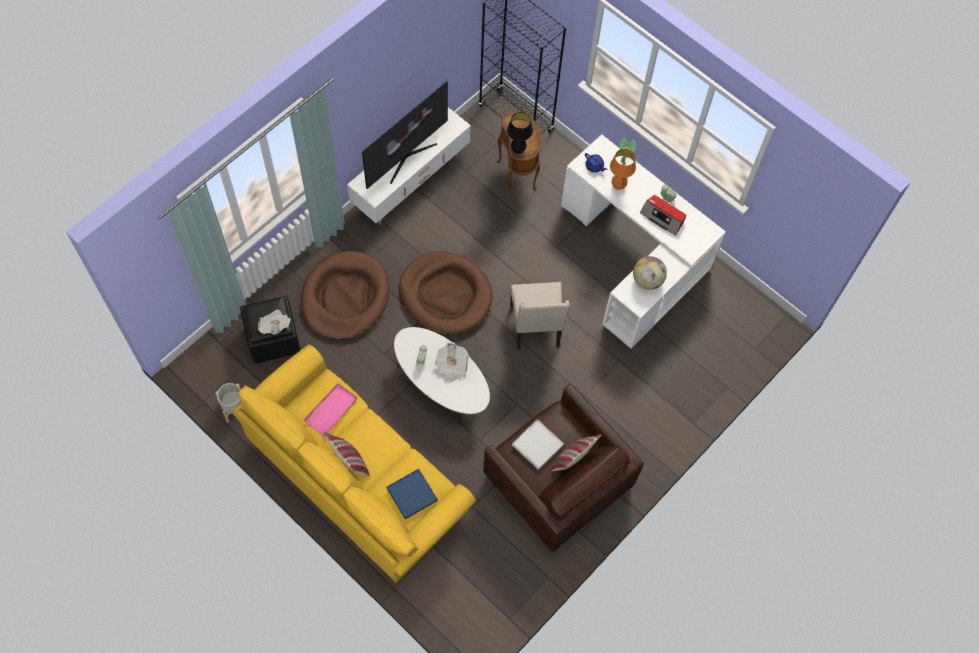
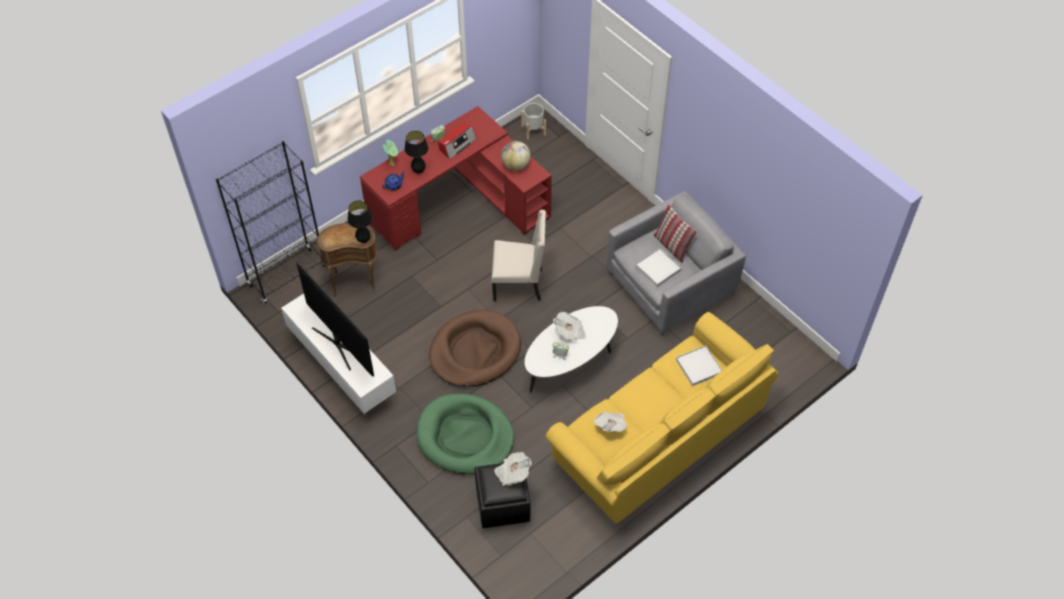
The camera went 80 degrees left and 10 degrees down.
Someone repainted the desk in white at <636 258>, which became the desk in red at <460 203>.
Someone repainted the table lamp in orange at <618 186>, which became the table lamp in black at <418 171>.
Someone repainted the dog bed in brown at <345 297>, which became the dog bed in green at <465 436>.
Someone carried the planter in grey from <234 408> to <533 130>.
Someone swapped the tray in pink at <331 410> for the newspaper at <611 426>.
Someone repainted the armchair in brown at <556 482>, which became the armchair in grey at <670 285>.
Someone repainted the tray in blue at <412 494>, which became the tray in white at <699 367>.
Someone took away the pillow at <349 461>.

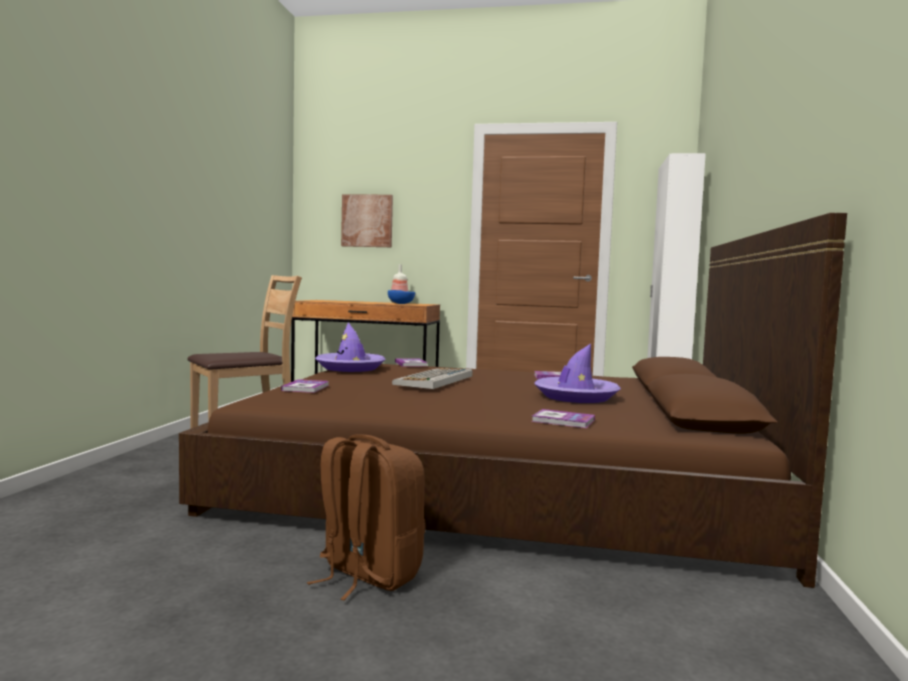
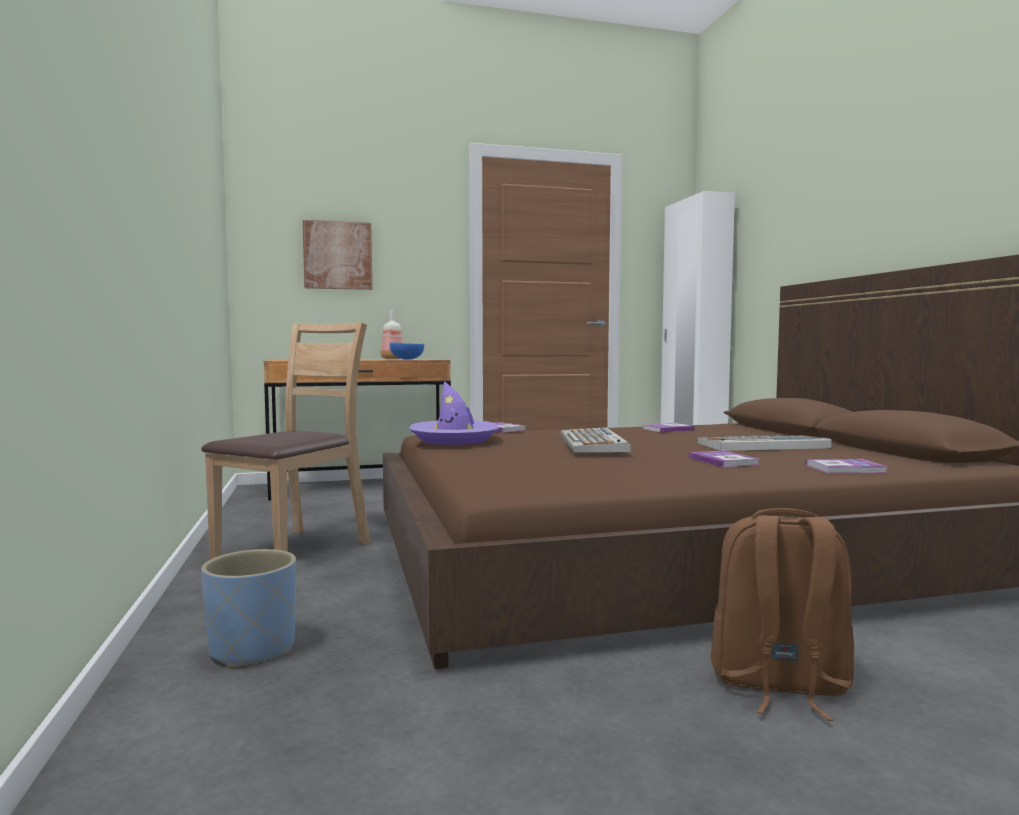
The camera went 25 degrees left and 0 degrees up.
Someone put down the planter in blue at <253 649>.
Someone carried the book from <305 388> to <723 461>.
Someone swapped the hat in purple at <576 397> for the keyboard at <762 445>.

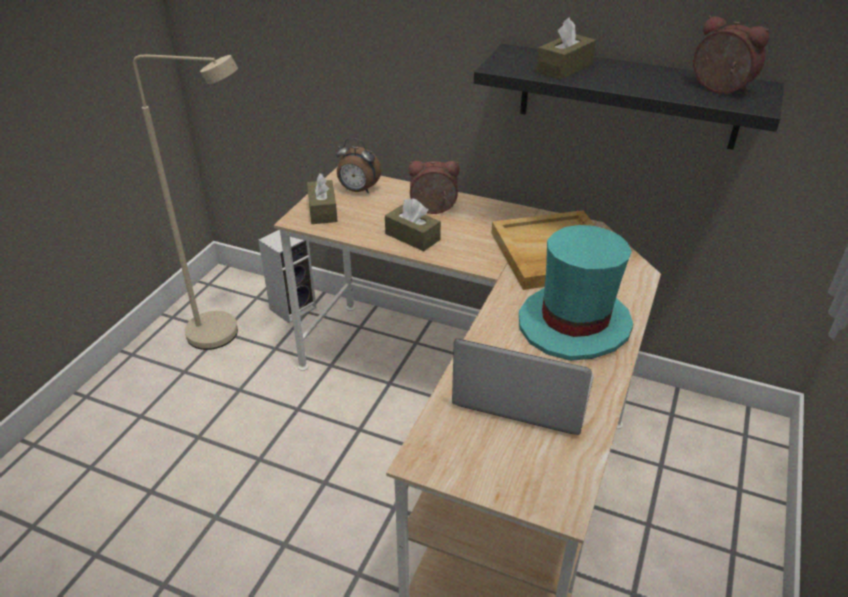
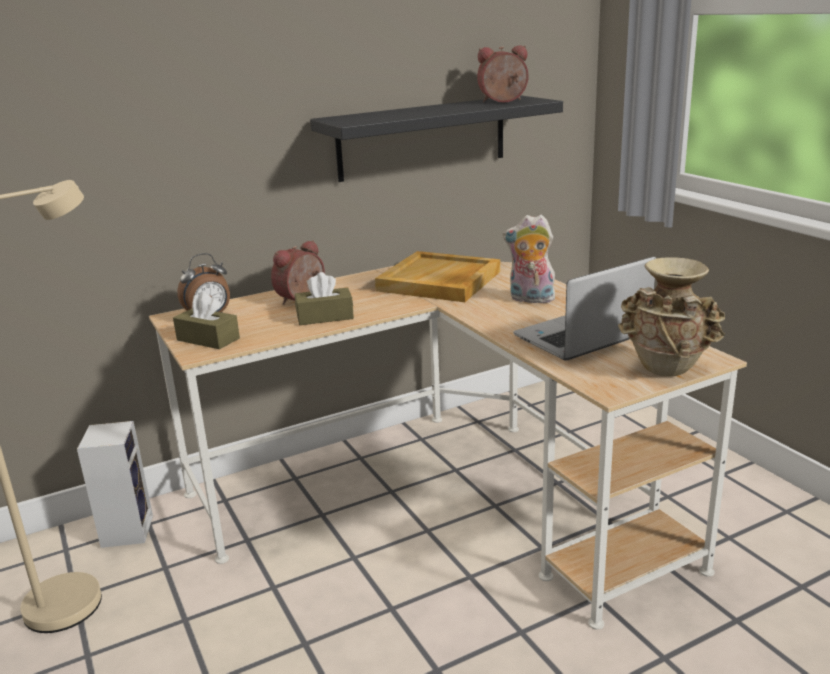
The camera went 50 degrees left and 15 degrees down.
Someone swapped the hat in turquoise at <574 324> for the plush toy at <530 299>.
Someone put down the vase in beige at <666 370>.
Someone took away the tissue box in brown at <564 68>.

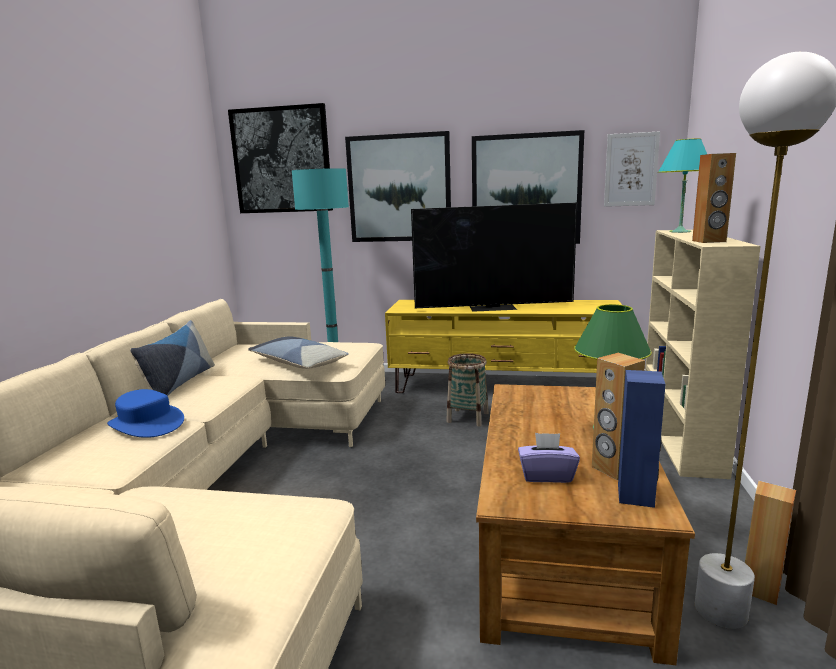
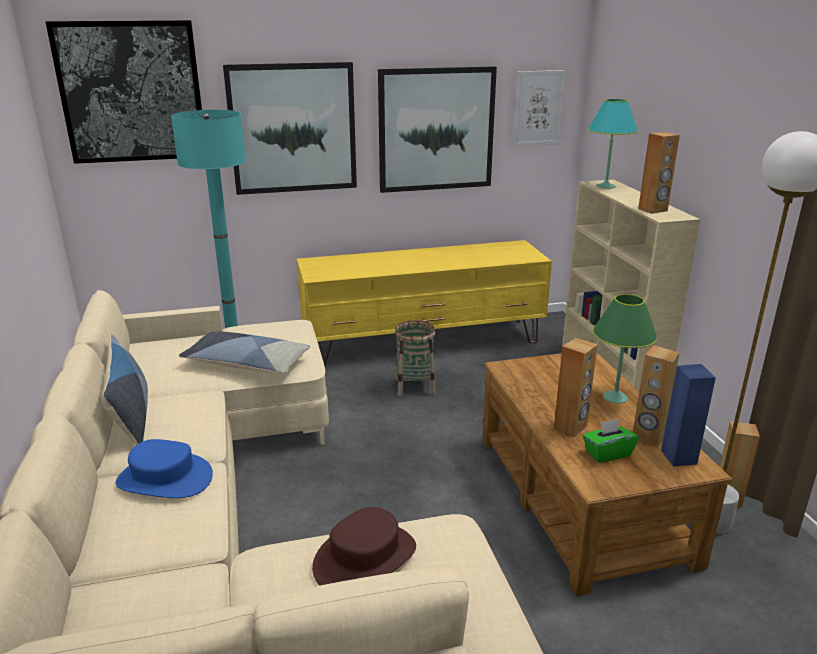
The camera went 25 degrees left and 10 degrees up.
Someone put down the hat in brown at <365 558>.
Someone put down the speaker in brown at <571 427>.
Someone repainted the tissue box in purple at <546 475>, which became the tissue box in green at <607 453>.
Someone took away the television at <493 307>.

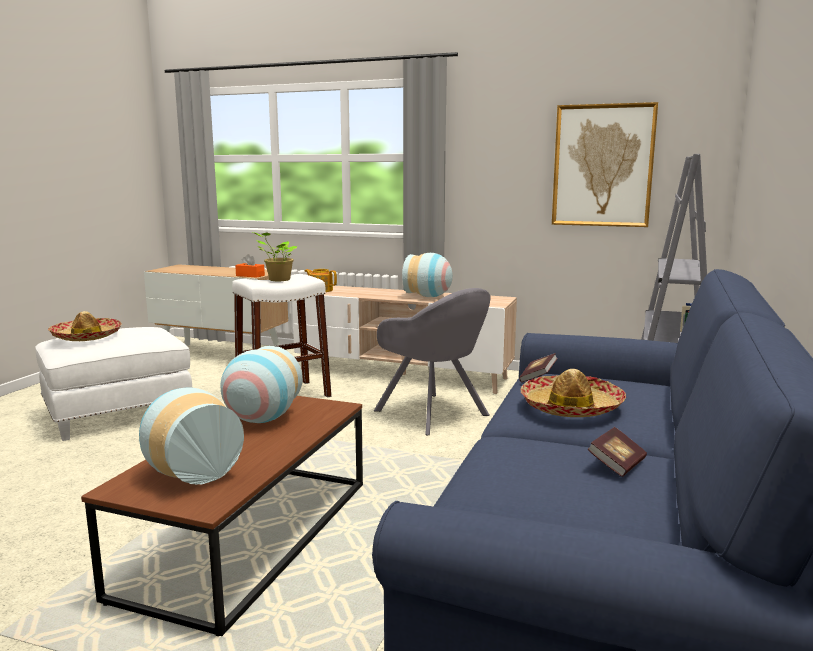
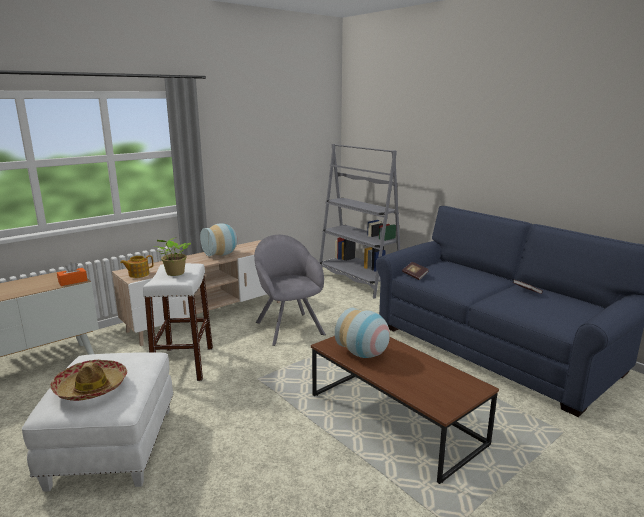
The camera went 60 degrees left and 5 degrees up.
Someone rotated the armchair in grey at <435 414> by 105 degrees counterclockwise.
Someone took away the vase at <190 473>.
Someone took away the hat at <571 407>.
Someone took away the picture at <603 166>.

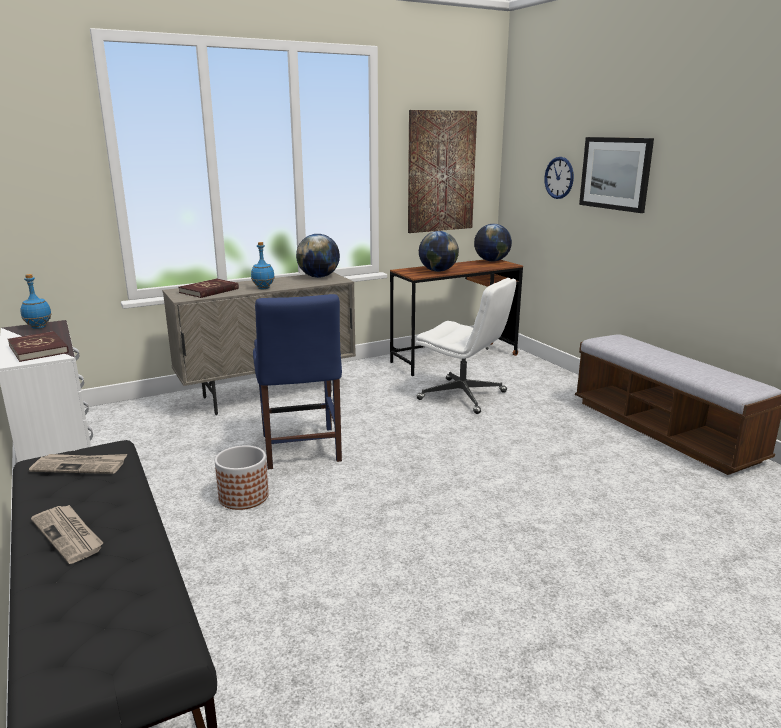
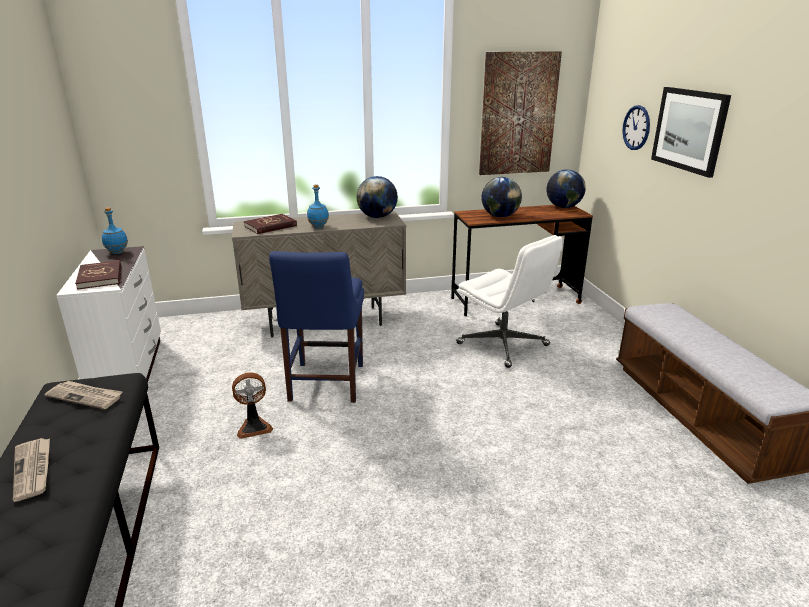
The camera went 15 degrees right and 5 degrees up.
Someone swapped the planter at <244 496> for the fan at <254 427>.

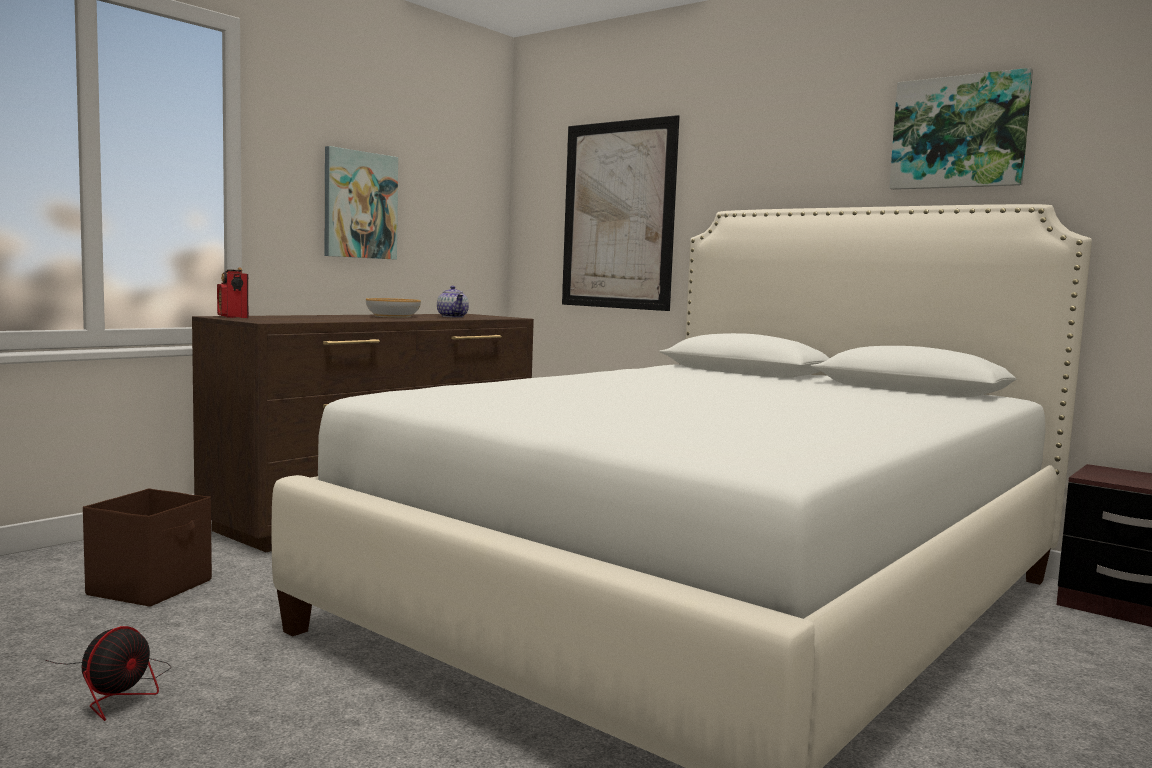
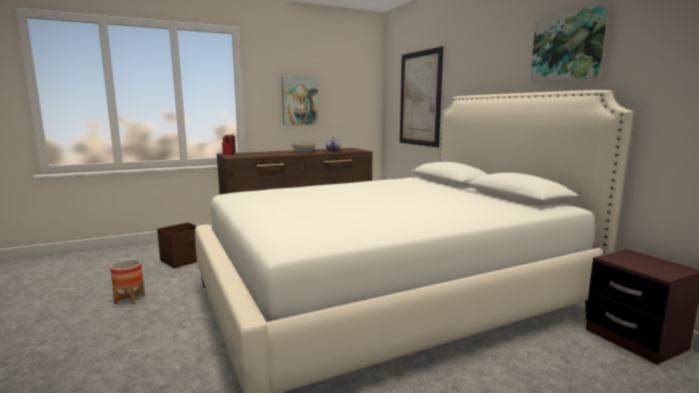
The camera went 25 degrees right and 5 degrees up.
Someone swapped the fan at <118 690> for the planter at <129 299>.

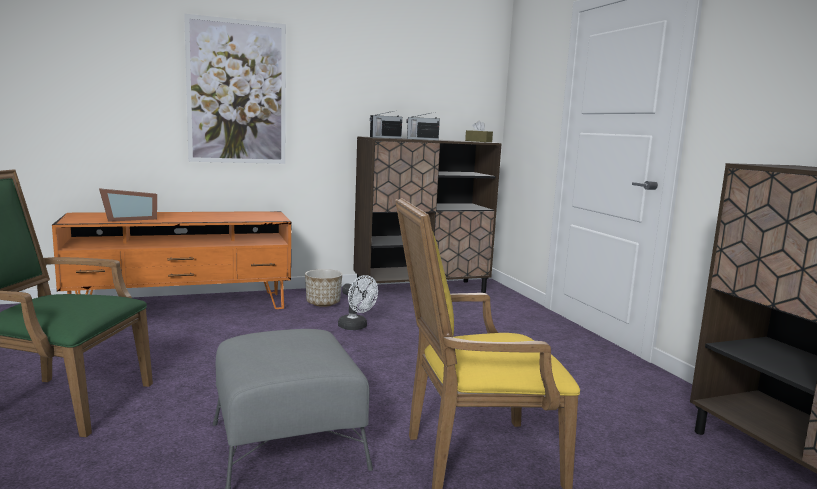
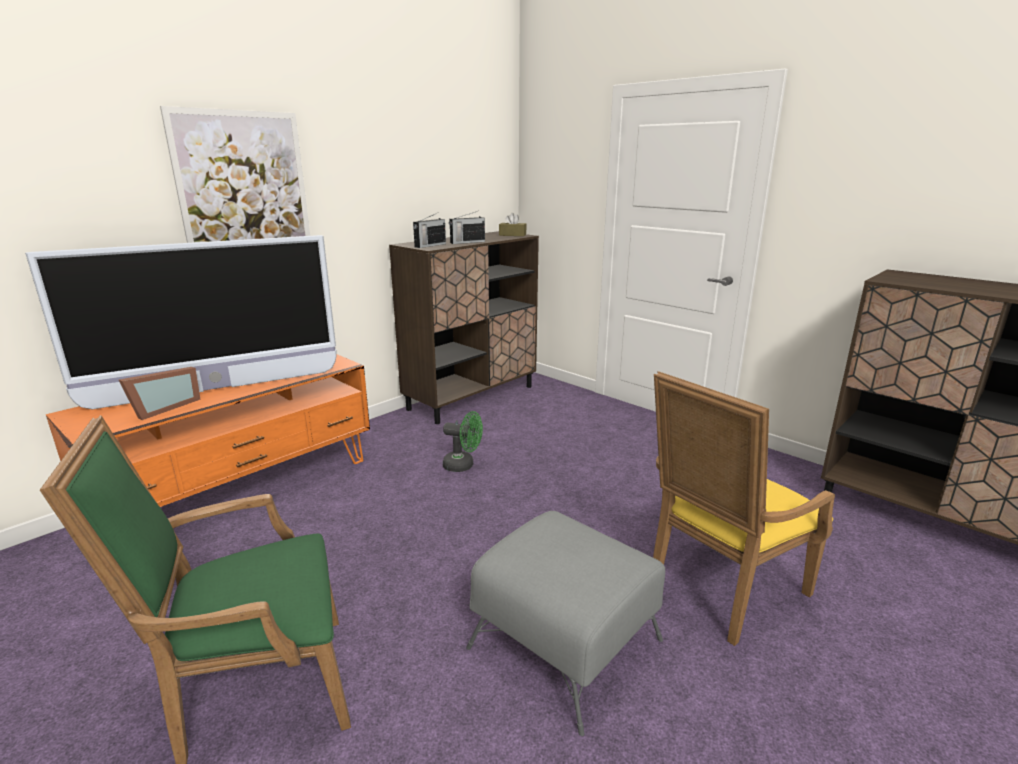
The camera went 25 degrees left and 10 degrees up.
Someone put down the television at <217 389>.
Someone repainted the fan in white at <356 327>, which became the fan in green at <463 465>.
Someone took away the planter at <323 303>.

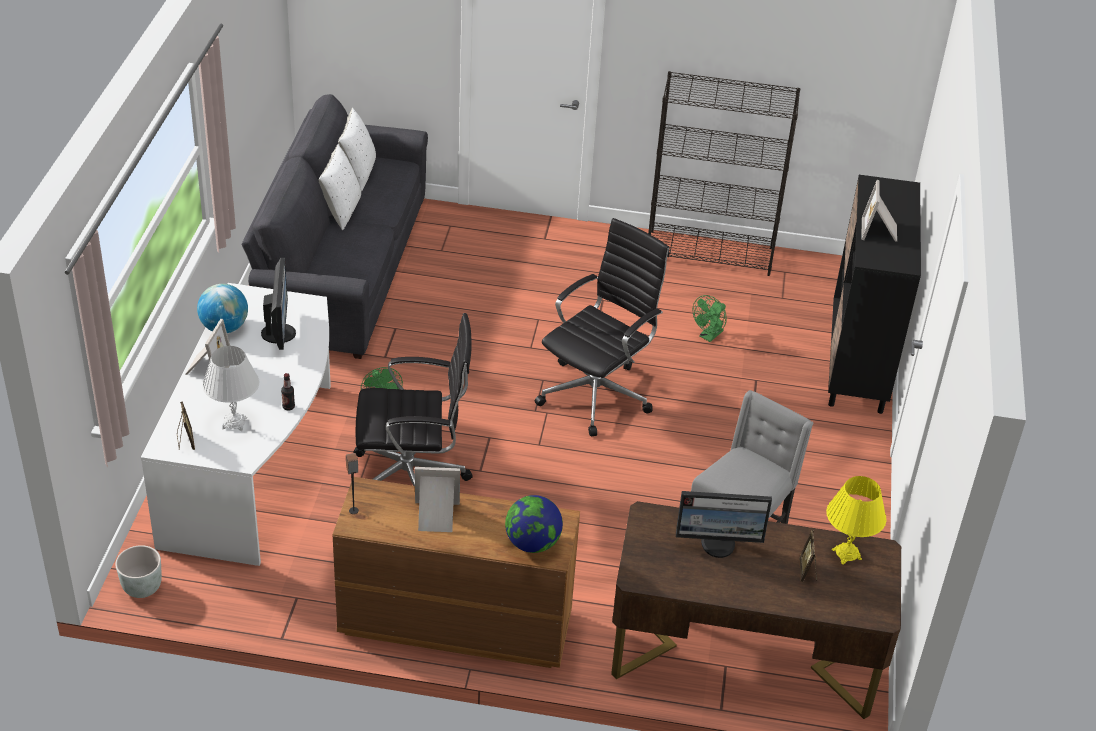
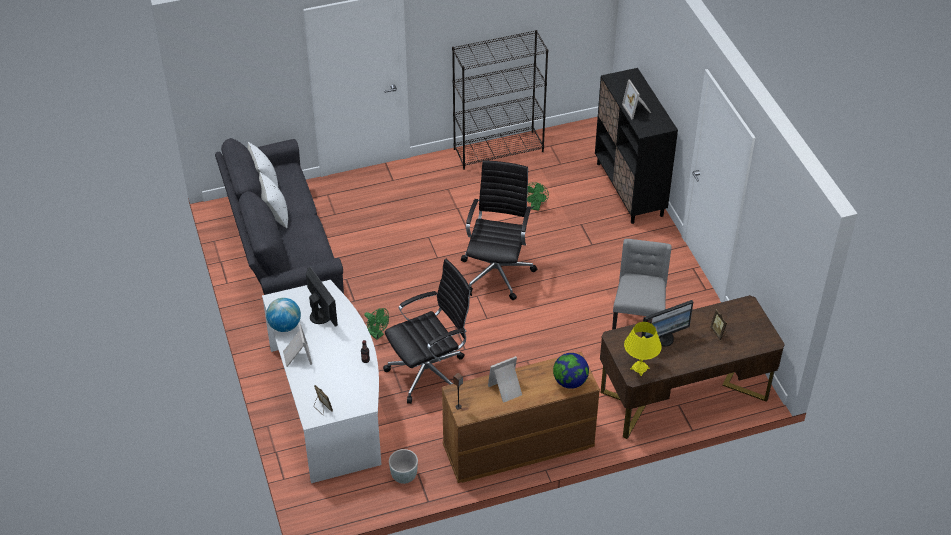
The camera went 25 degrees left and 5 degrees up.
Someone carried the planter in grey from <141 588> to <403 476>.
Someone carried the table lamp in yellow from <846 554> to <640 368>.
Someone took away the table lamp in white at <234 423>.

